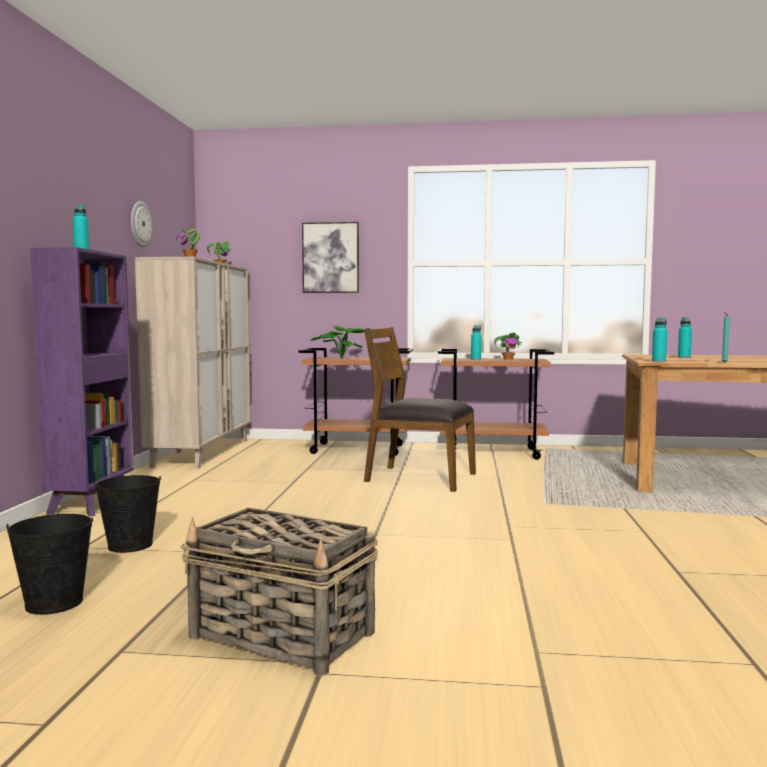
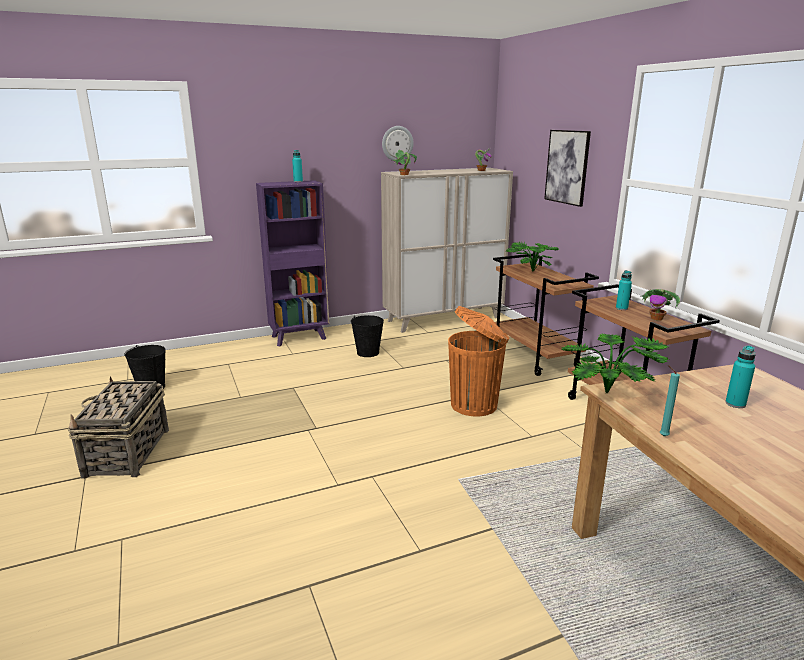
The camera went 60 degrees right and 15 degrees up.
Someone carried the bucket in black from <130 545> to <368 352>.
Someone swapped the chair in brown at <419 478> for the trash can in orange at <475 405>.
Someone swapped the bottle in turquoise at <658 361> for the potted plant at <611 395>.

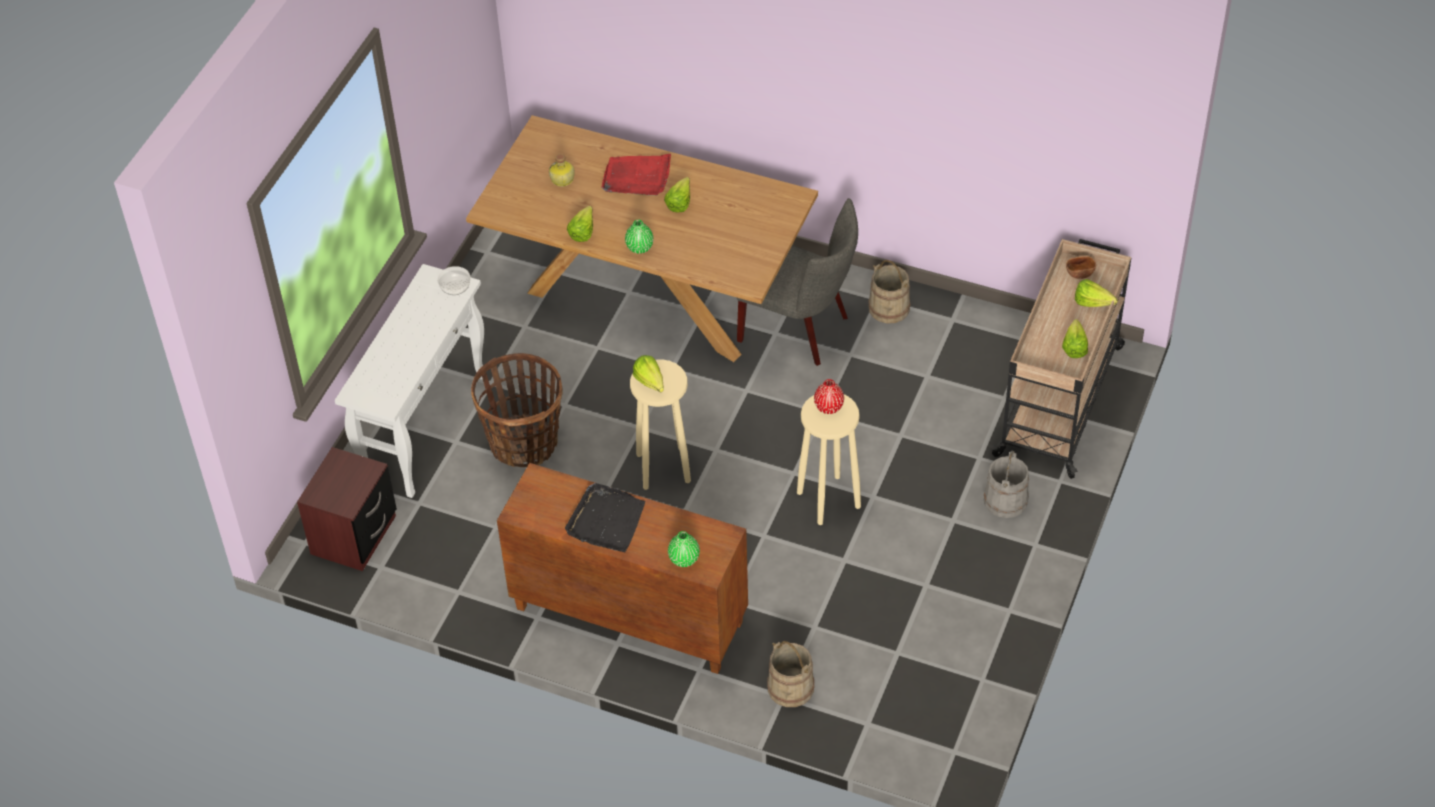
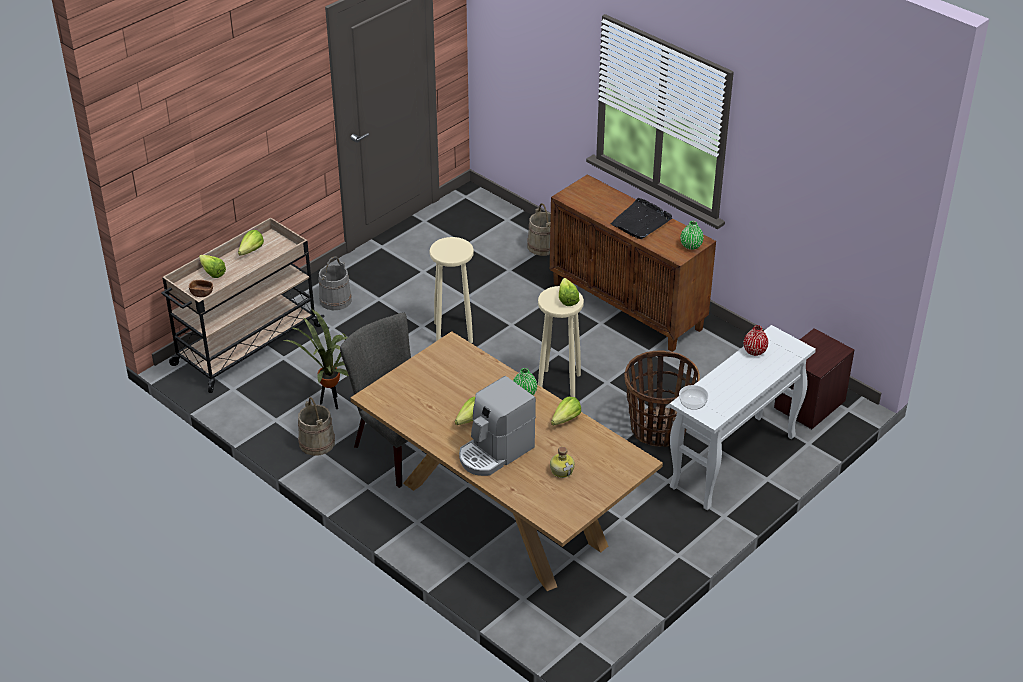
The camera went 160 degrees left and 10 degrees down.
Someone put down the potted plant at <331 404>.
Someone swapped the tray in red at <637 177> for the coffee machine at <495 452>.
Someone carried the vase in green from <684 559> to <691 246>.
Someone carried the vase in red from <828 407> to <754 351>.

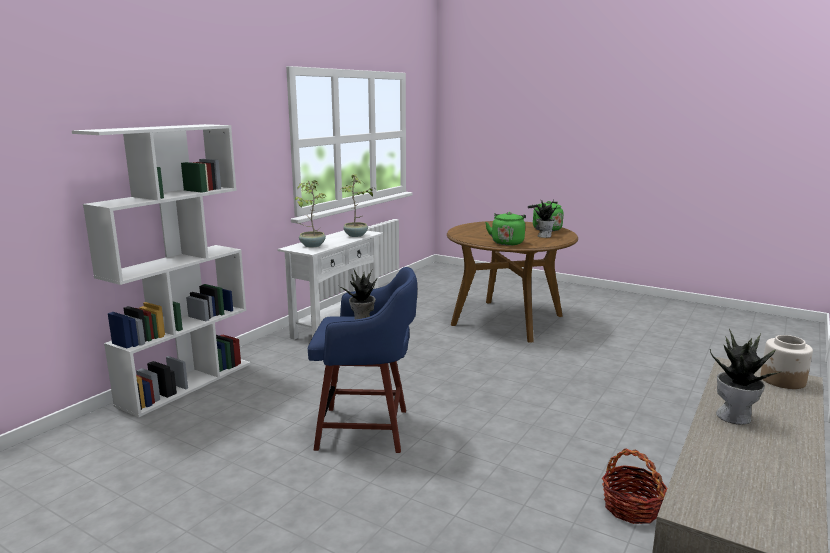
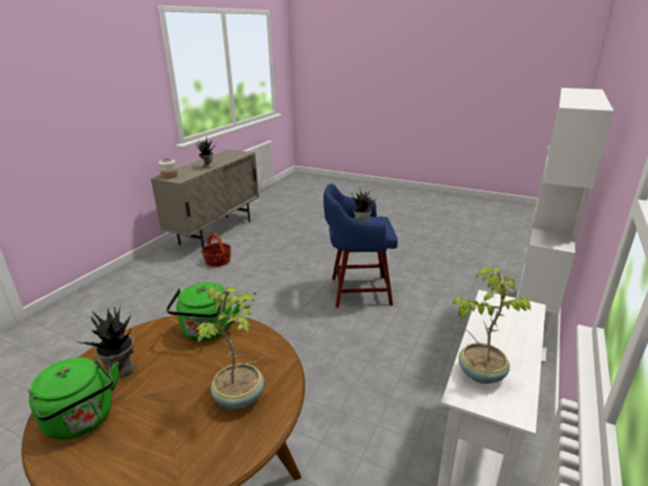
The camera went 175 degrees right and 10 degrees up.
Someone carried the potted plant from <311 245> to <240 397>.

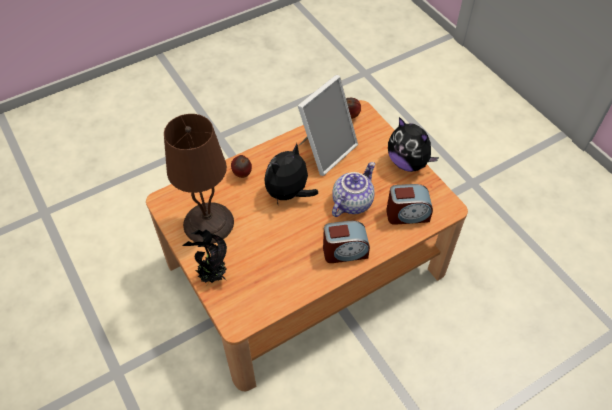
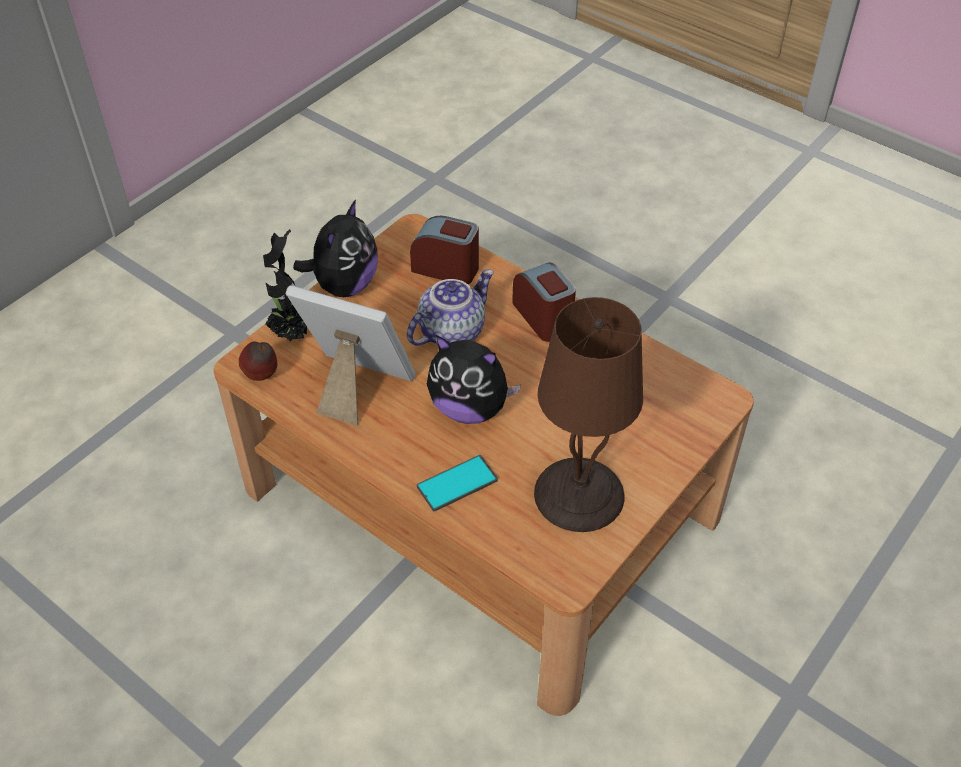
The camera went 110 degrees left and 5 degrees down.
Someone carried the potted plant from <212 277> to <292 334>.
Someone rotated the teapot at <351 202> by 120 degrees clockwise.
Someone rotated the alarm clock at <407 214> by 45 degrees counterclockwise.
Someone swapped the apple at <242 175> for the phone at <457 483>.

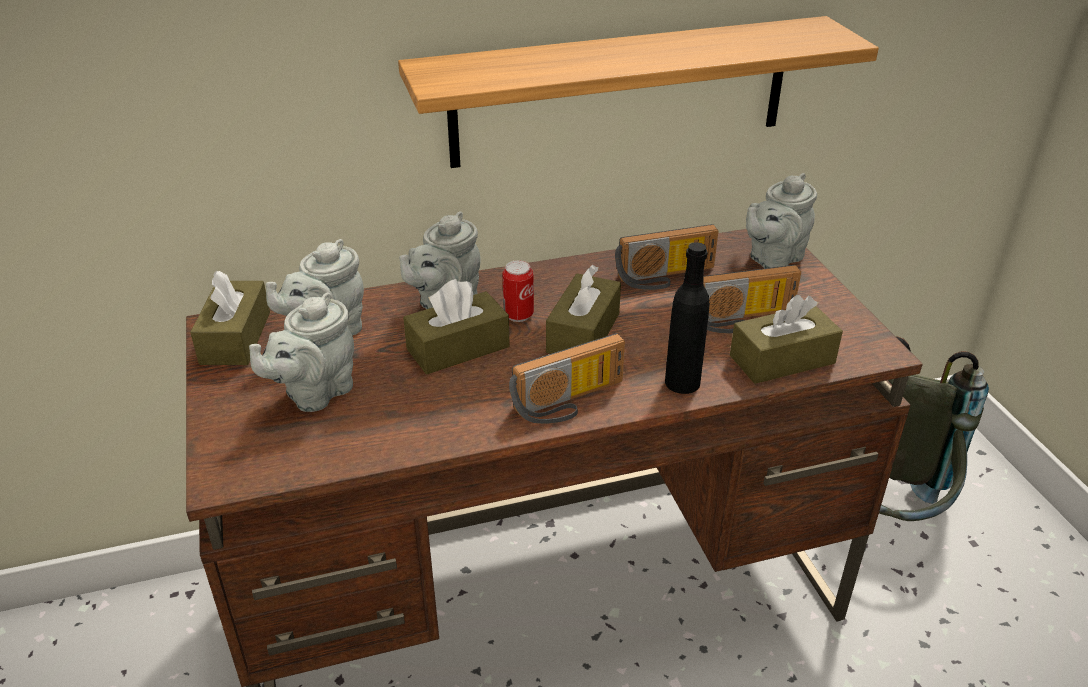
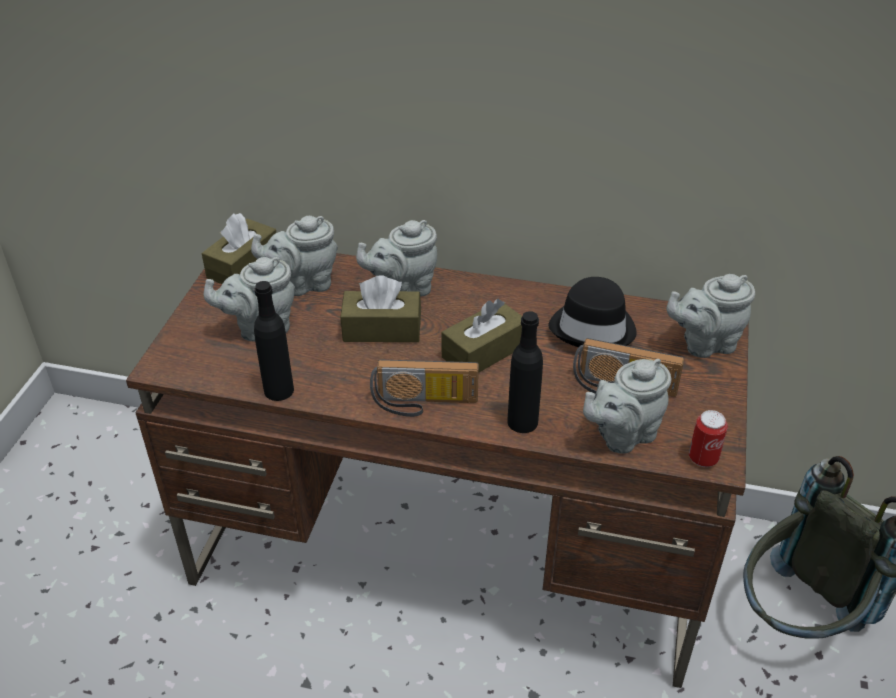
The camera went 30 degrees right and 5 degrees up.
Someone put down the bottle in black at <278 390>.
Someone swapped the radio at <666 277> for the hat in black at <593 328>.
Someone swapped the tissue box in brown at <782 359> for the teapot in grey at <622 435>.
Someone carried the can from <518 315> to <703 458>.
Someone took away the shelf at <621 92>.

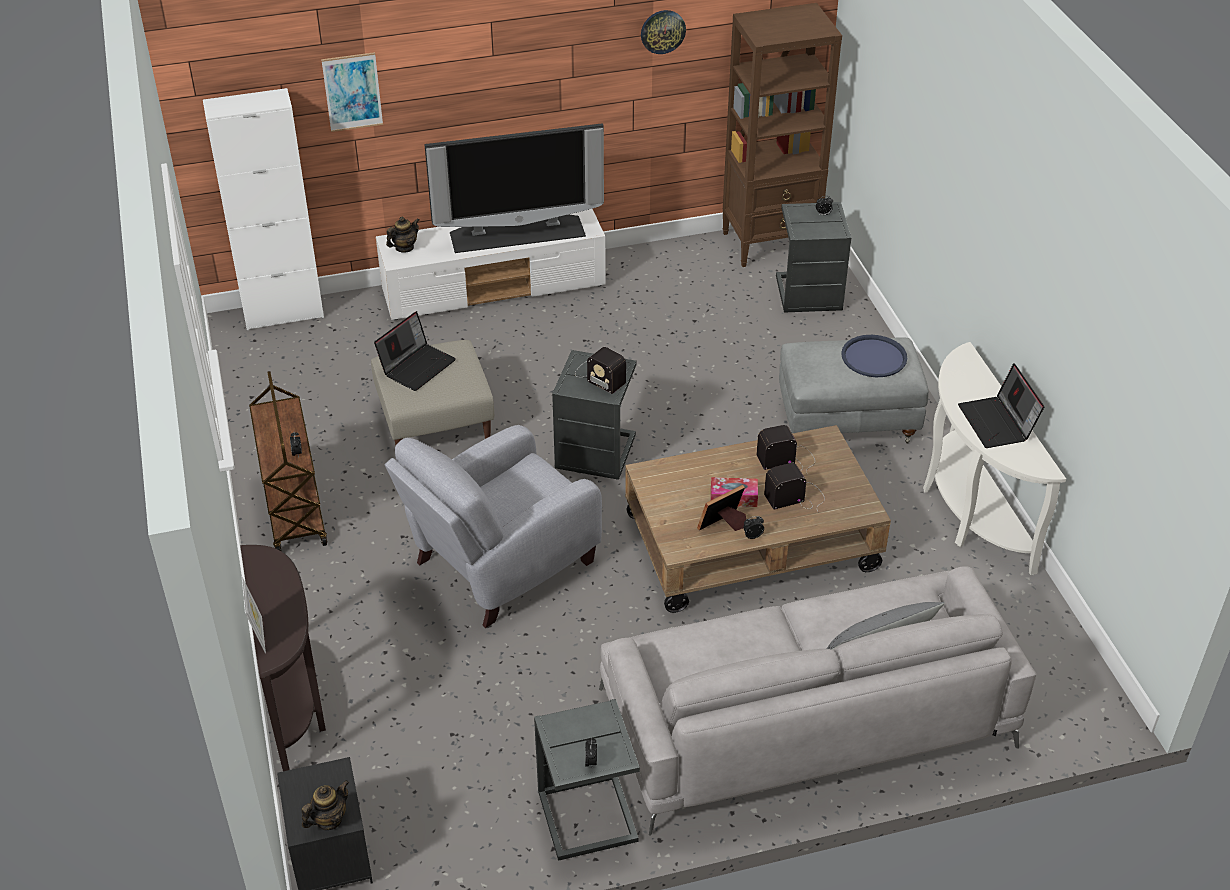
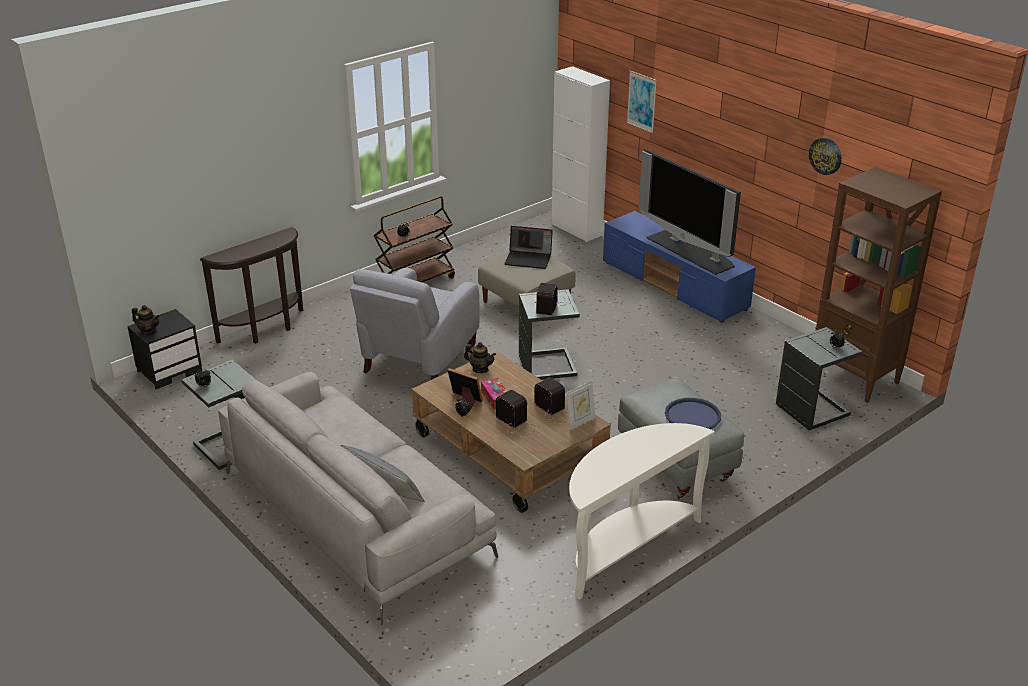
The camera went 65 degrees right and 10 degrees down.
Someone rotated the armchair in grey at <499 565> by 90 degrees counterclockwise.
Someone carried the teapot from <404 248> to <480 369>.
Someone carried the picture frame from <258 635> to <580 422>.
Someone repainted the tv stand in white at <495 287>, which became the tv stand in blue at <675 286>.
Someone took away the laptop at <997 423>.

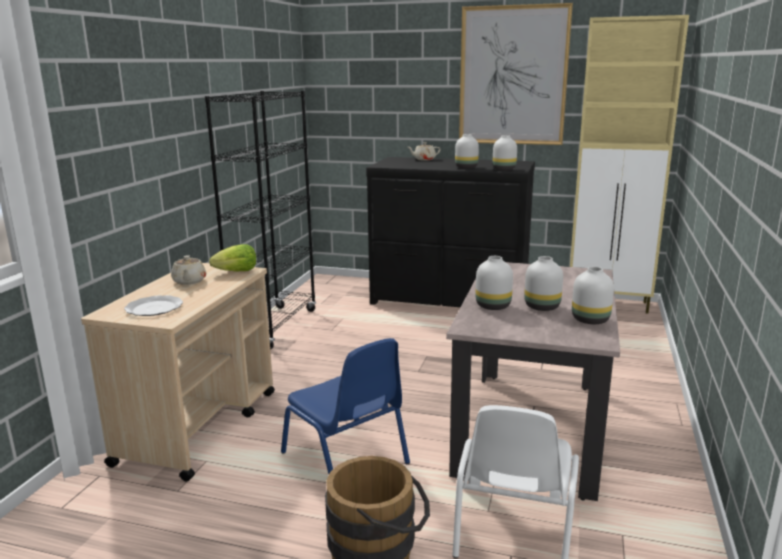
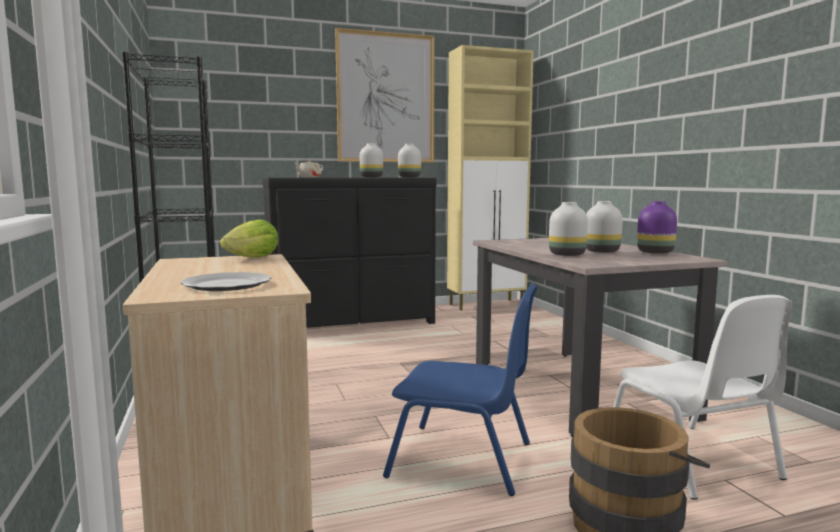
The camera went 35 degrees left and 10 degrees down.
Someone repainted the vase in white at <590 319>, which became the vase in purple at <654 252>.
Someone took away the teapot in beige at <189 281>.

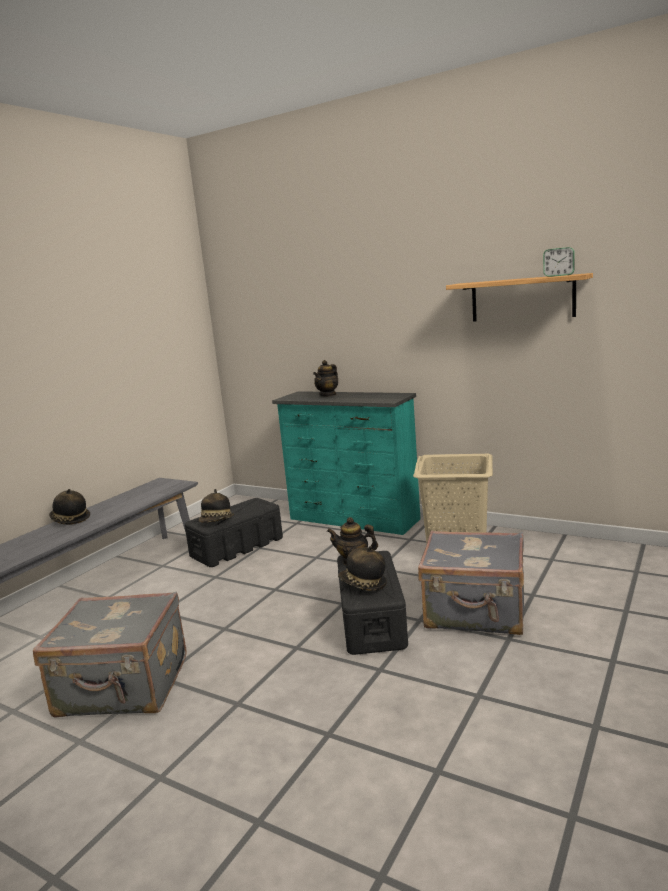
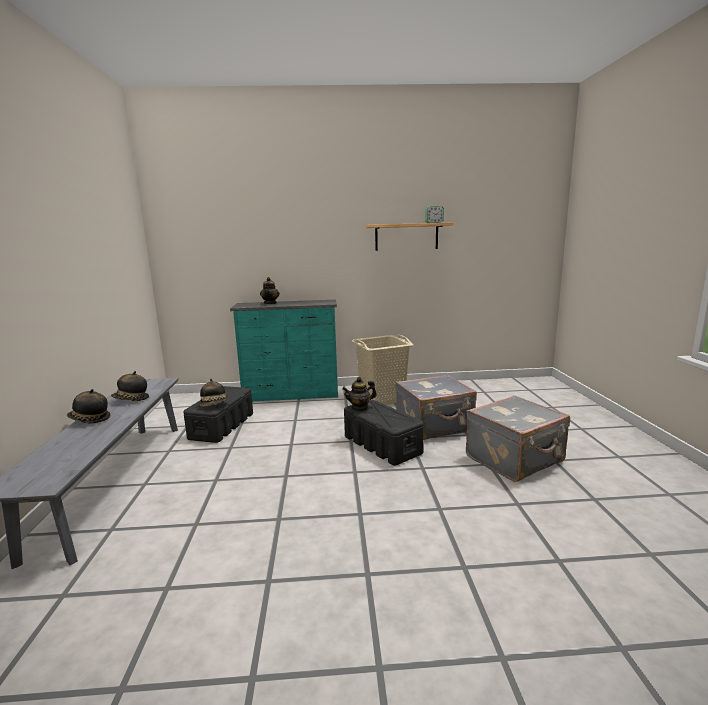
The camera went 35 degrees left and 0 degrees up.
Someone carried the hat from <363 584> to <131 400>.
Someone carried the suitcase in grey from <123 688> to <515 460>.

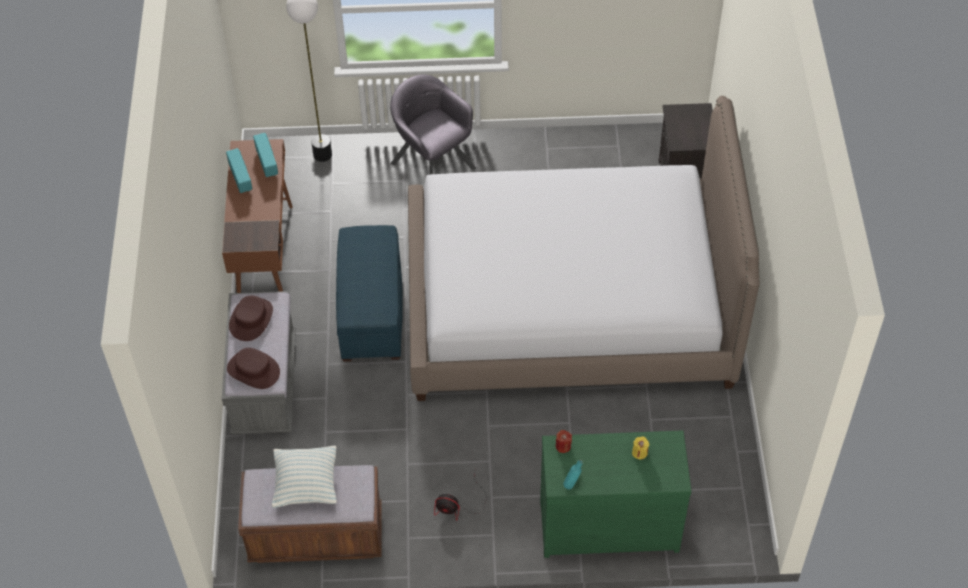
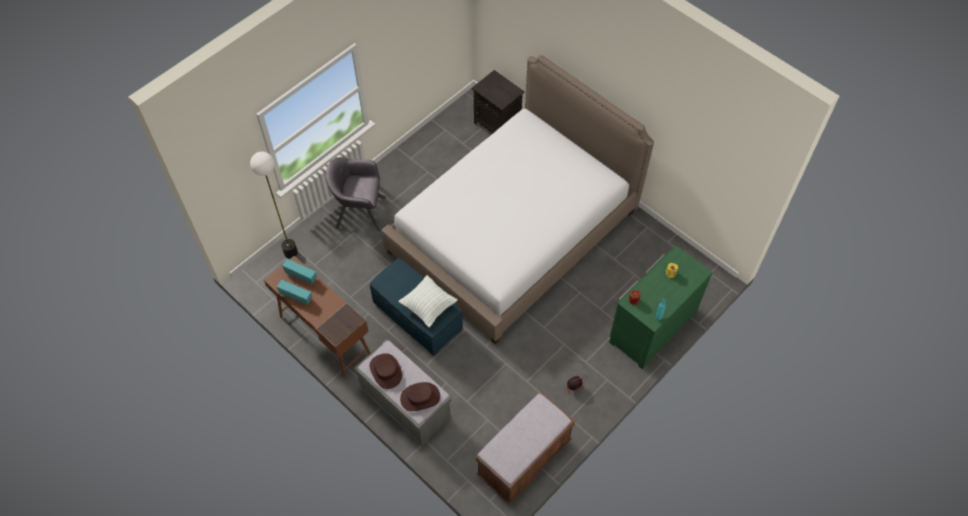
The camera went 45 degrees left and 5 degrees up.
Someone carried the pillow from <306 485> to <428 306>.

